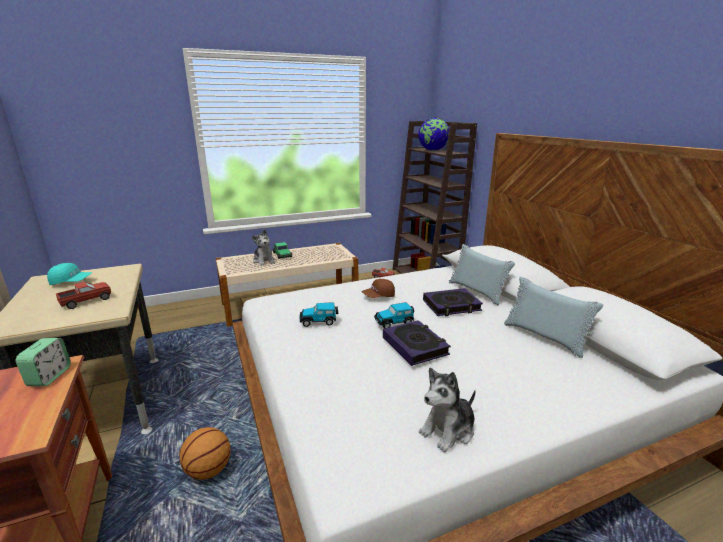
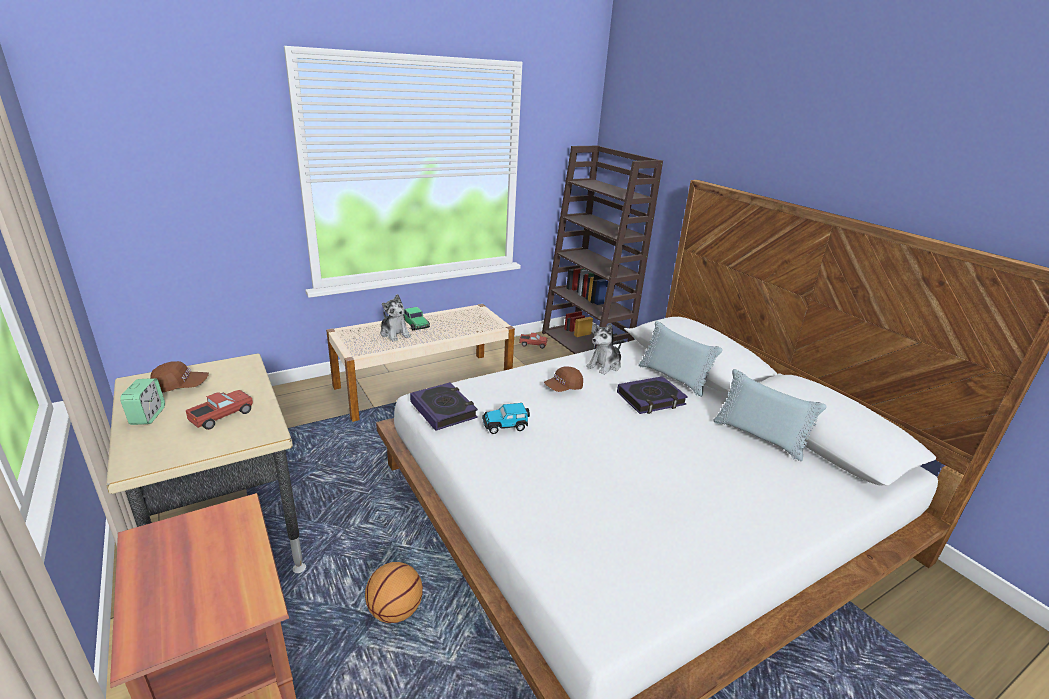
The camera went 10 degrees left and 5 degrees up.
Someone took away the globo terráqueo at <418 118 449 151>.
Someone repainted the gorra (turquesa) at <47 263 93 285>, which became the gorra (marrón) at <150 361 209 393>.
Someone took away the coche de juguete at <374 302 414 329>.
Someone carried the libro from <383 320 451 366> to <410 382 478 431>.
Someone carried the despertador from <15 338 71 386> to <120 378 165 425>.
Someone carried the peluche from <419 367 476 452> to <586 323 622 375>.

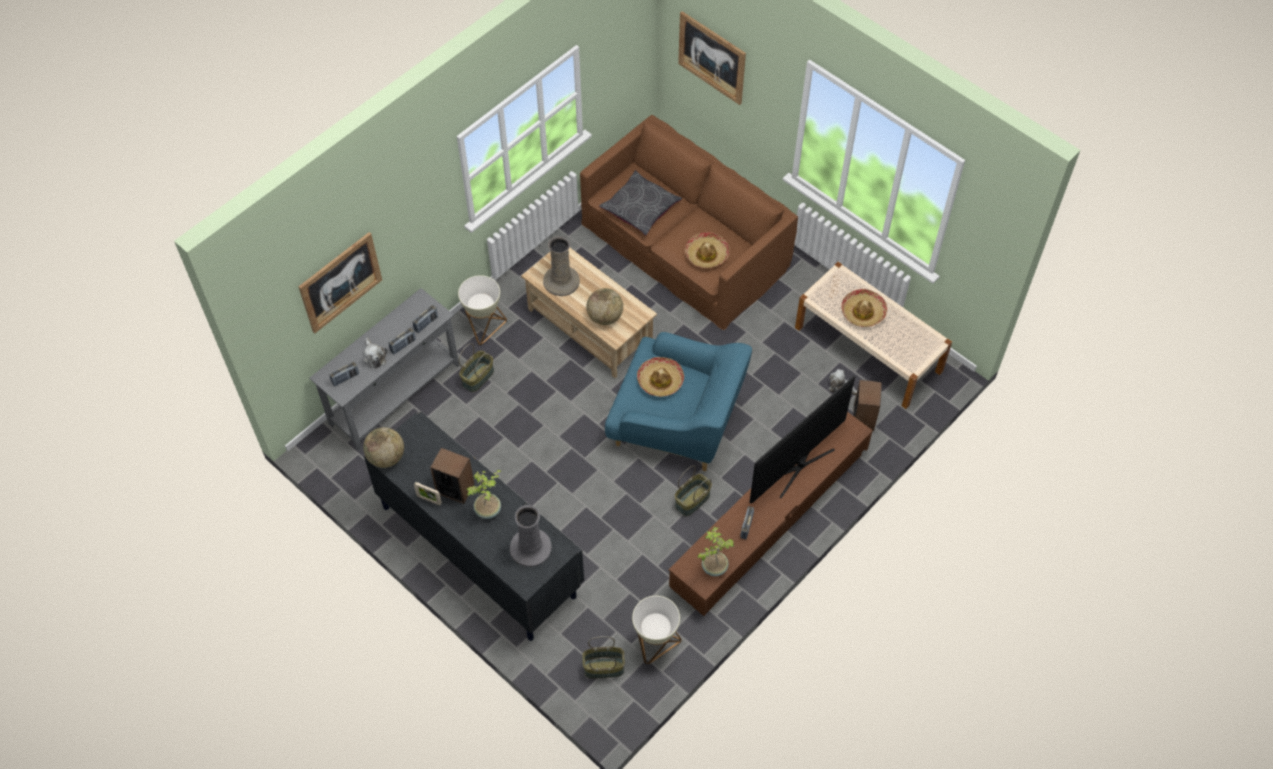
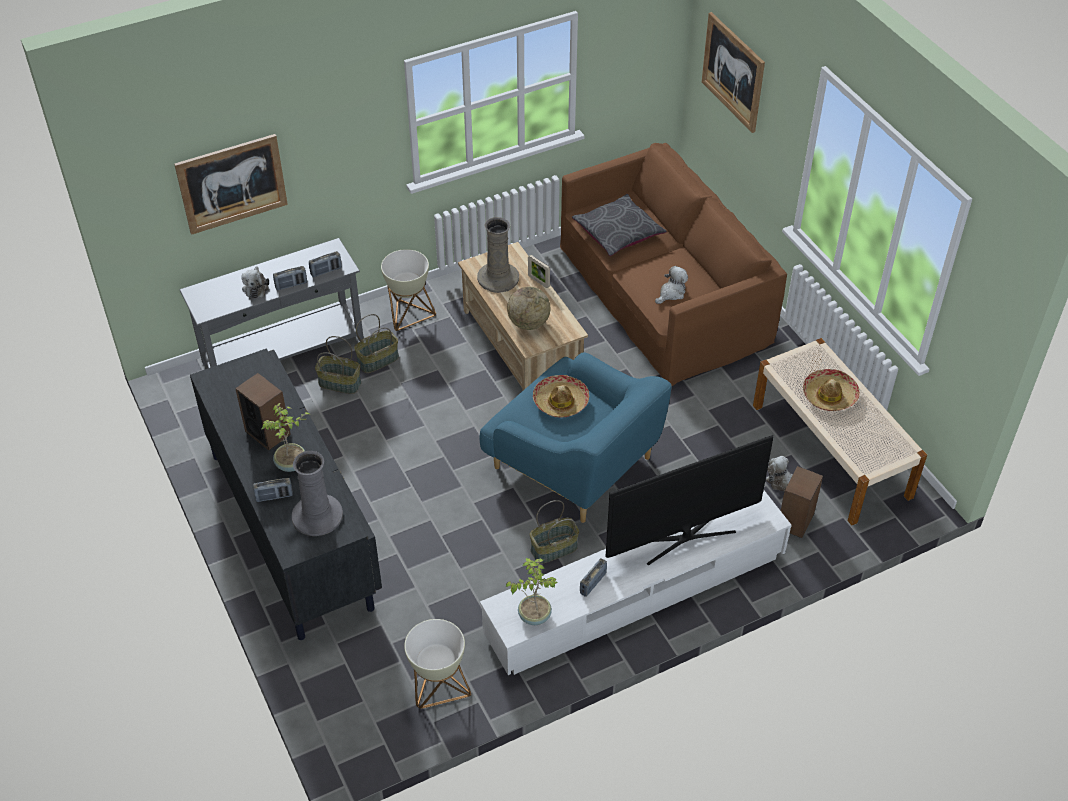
The camera went 20 degrees right and 10 degrees down.
Someone swapped the sombrero at <685 232 730 268> for the peluche at <655 266 688 304>.
Someone carried the radio from <329 362 359 386> to <253 478 293 502>.
Someone repainted the mueble de televisión (marrón) at <669 412 873 616>, which became the mueble de televisión (blanco) at <480 490 792 675>.
Someone took away the globo terráqueo at <363 427 404 468>.
Someone carried the portarretratos from <414 482 442 506> to <528 255 550 288>.
Someone carried the cesta from <582 636 625 678> to <315 336 361 394>.

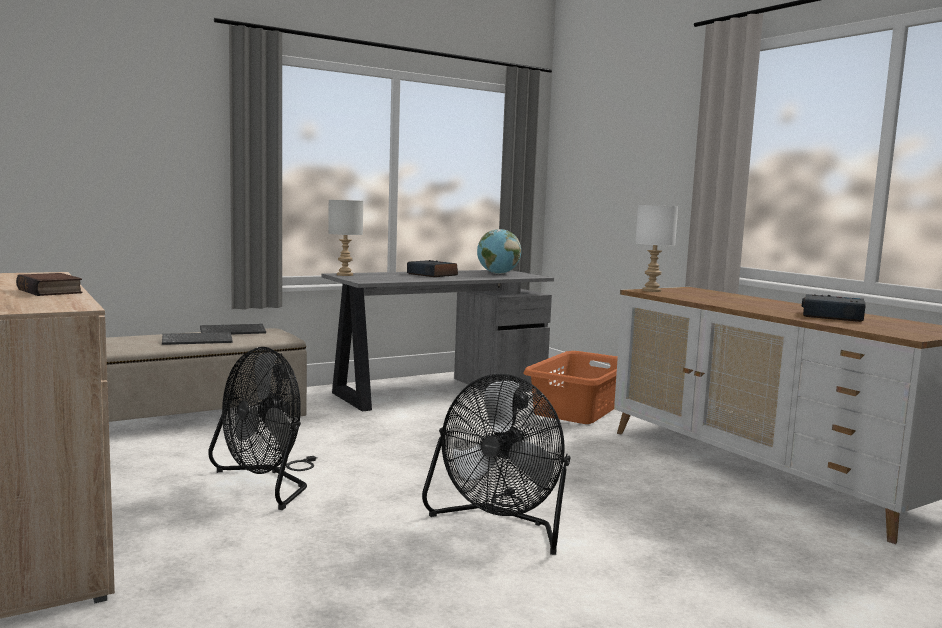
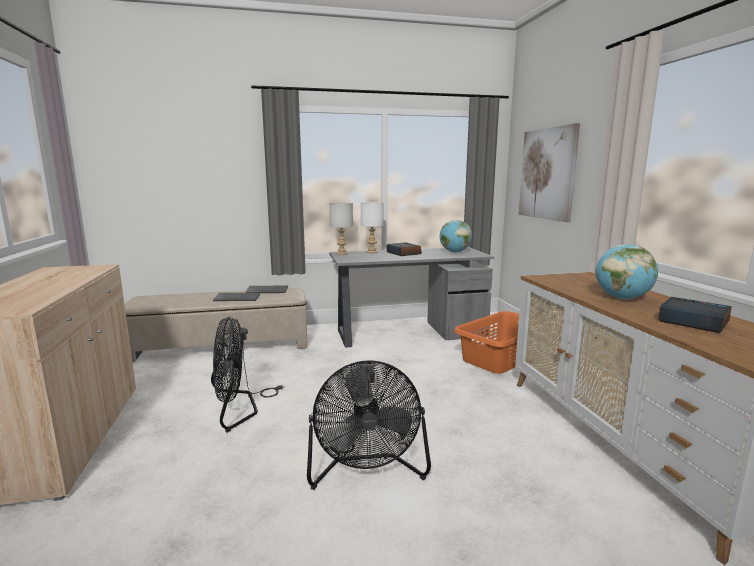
The camera went 20 degrees right and 5 degrees up.
Someone carried the lámpara de mesa (blanco) from <635 205 678 292> to <361 202 384 253>.
Someone took away the libro at <16 273 83 296>.
Someone rotated the ventilador (negro) at <422 374 571 555> by 60 degrees counterclockwise.
Someone put up the cuadro at <519 123 580 223>.
Someone put down the globo terráqueo at <596 244 658 299>.

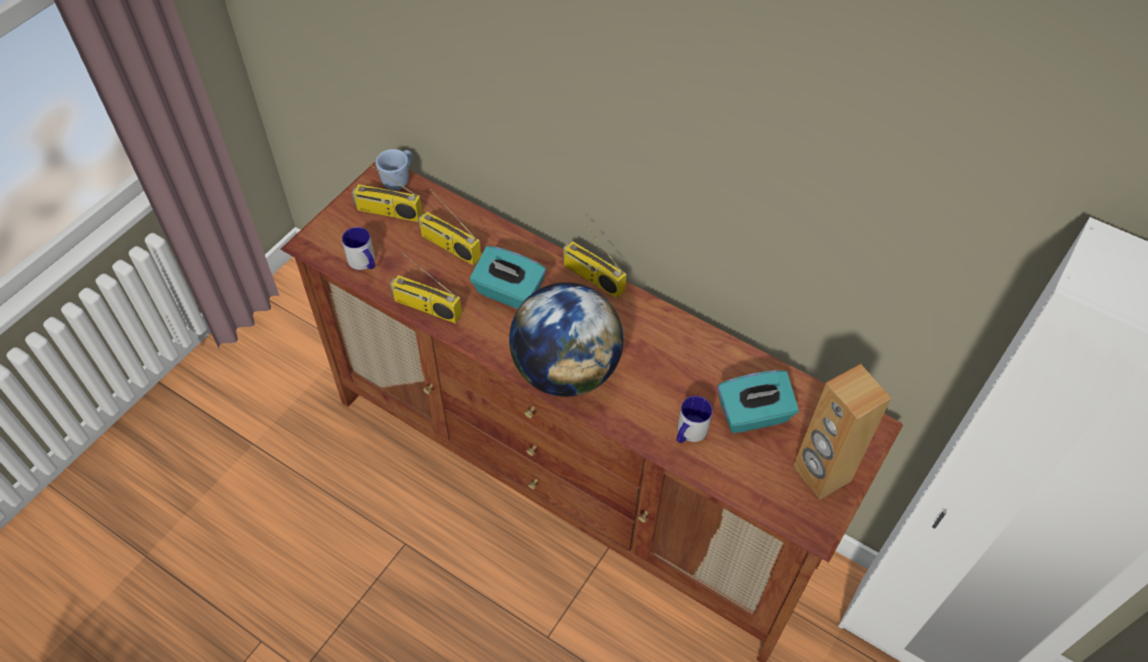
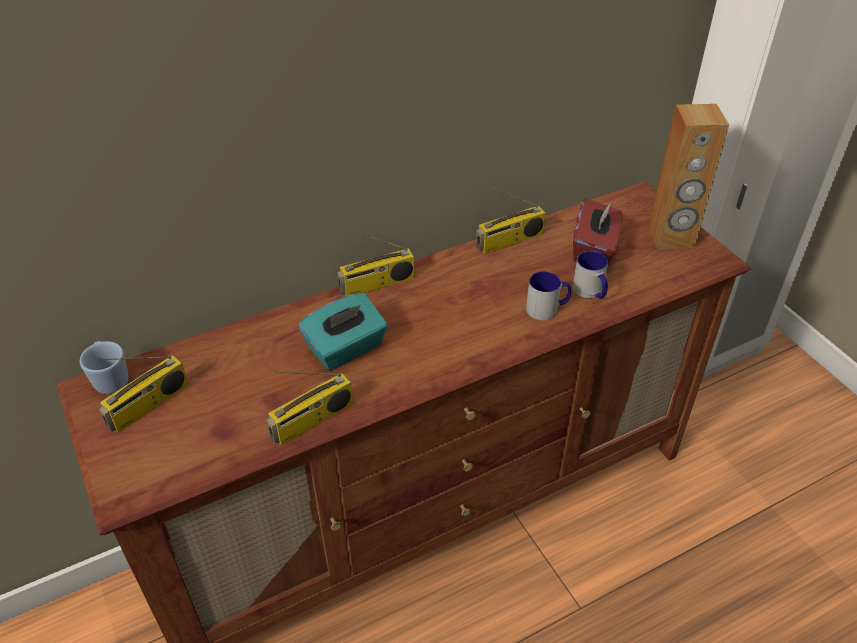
The camera went 60 degrees left and 10 degrees down.
Someone carried the radio from <418 189 481 265> to <476 187 546 254>.
Someone carried the taza grande from <342 227 375 270> to <526 271 571 320>.
Someone took away the globo terráqueo at <509 282 623 397>.
Someone repainted the caja de pañuelos (turquesa) at <718 370 799 433>, which became the caja de pañuelos (rojo) at <573 198 623 265>.

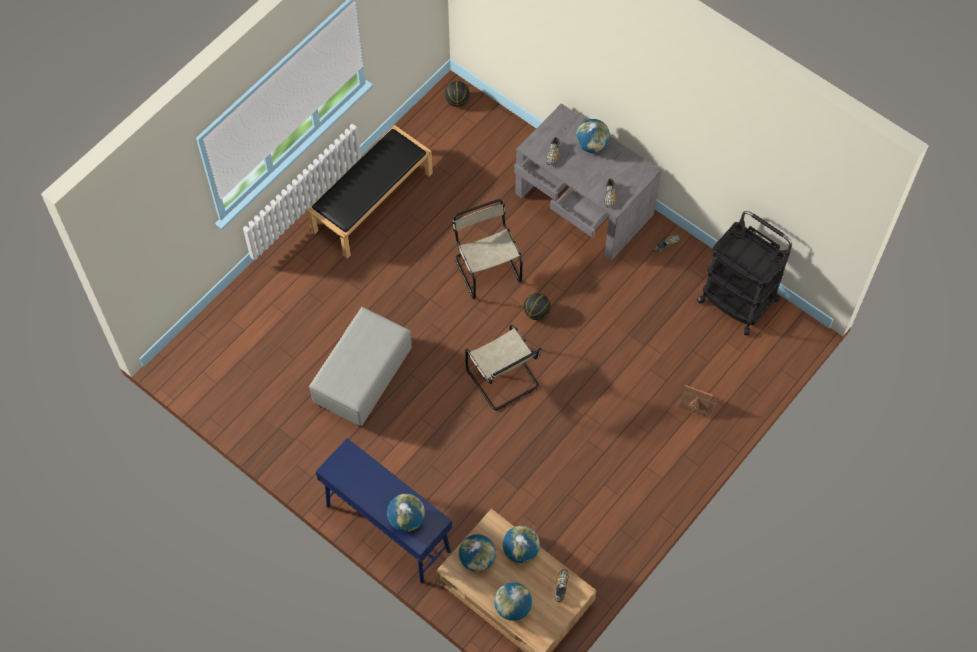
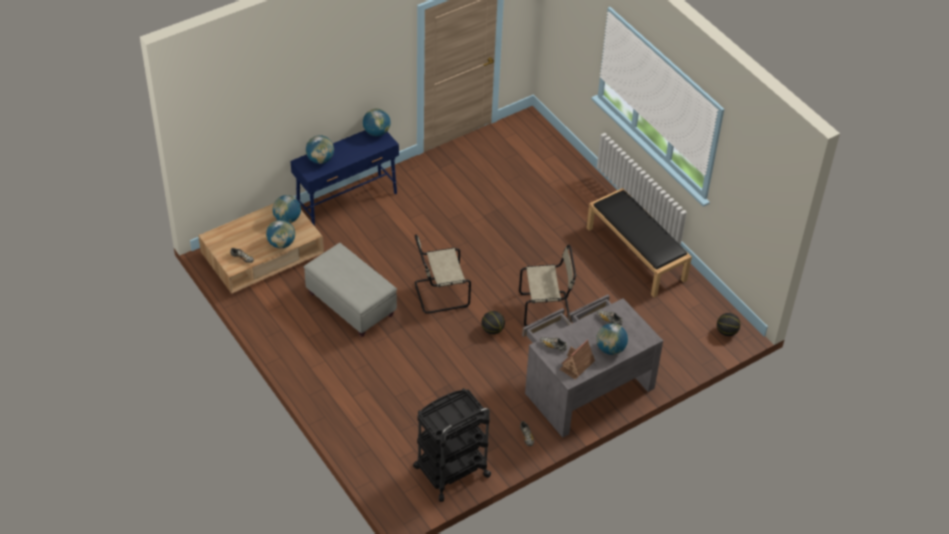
The camera went 105 degrees right and 15 degrees down.
Someone carried the puf (gris) from <309 307 412 427> to <304 243 397 337>.
Someone carried the casita from <679 385 717 418> to <559 339 595 379>.
Someone carried the globo terráqueo from <494 582 532 621> to <363 108 391 136>.

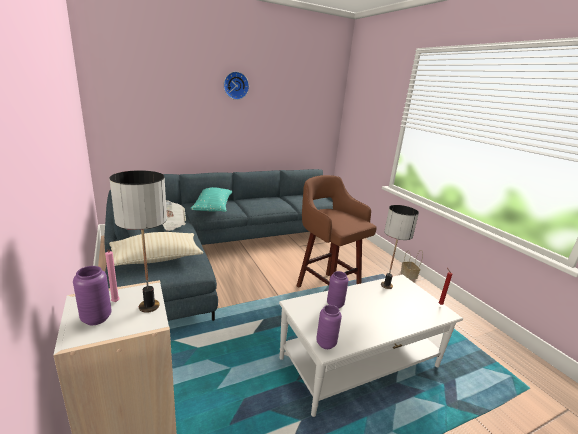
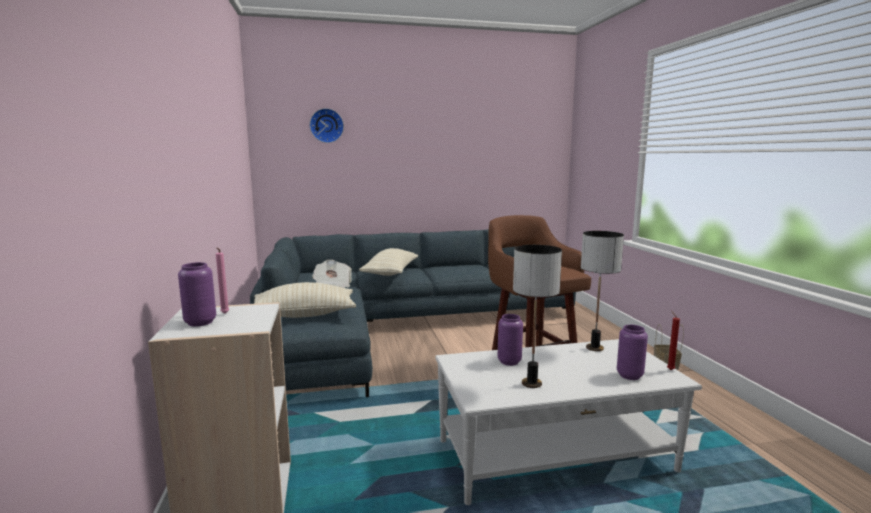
The camera went 15 degrees right and 10 degrees down.
Someone carried the reloj de pared from <224 71 249 100> to <309 108 344 143>.
Someone carried the lámpara de mesa from <109 170 167 313> to <513 245 562 388>.
Someone repainted the cojín (turquesa) at <190 187 232 212>, which became the cojín (beis) at <359 248 418 276>.
Someone carried the florero (morado) from <316 305 342 349> to <617 325 648 380>.

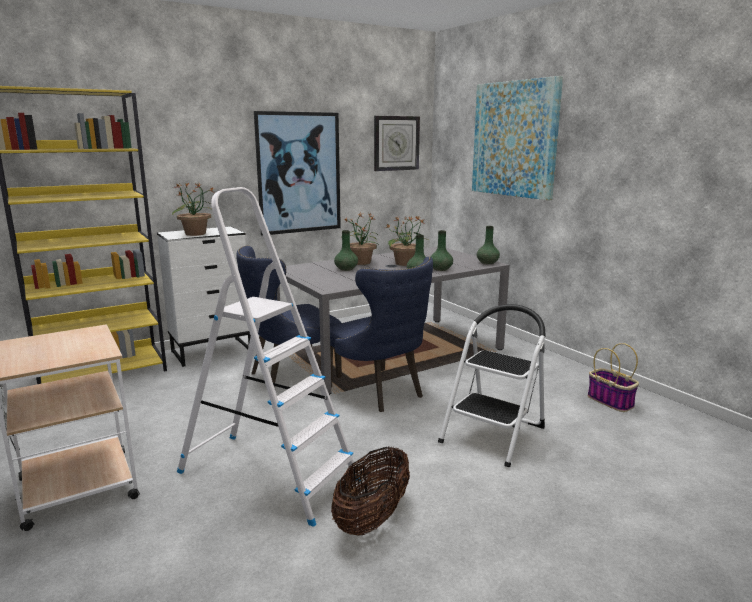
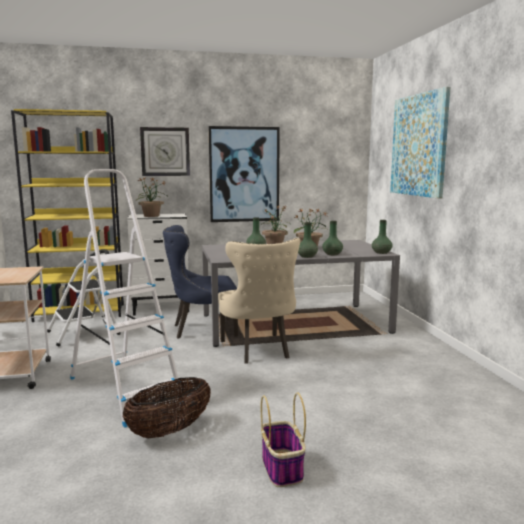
The camera went 20 degrees right and 5 degrees down.
Someone carried the reloj de pared from <374 116 420 171> to <140 127 190 176>.
Someone repainted the silla (azul) at <330 257 433 412>, which became the silla (beis) at <218 238 300 364>.
Someone carried the escalera de tijera from <438 304 545 467> to <47 249 121 346>.
Someone carried the cesta from <588 343 639 412> to <261 392 306 487>.

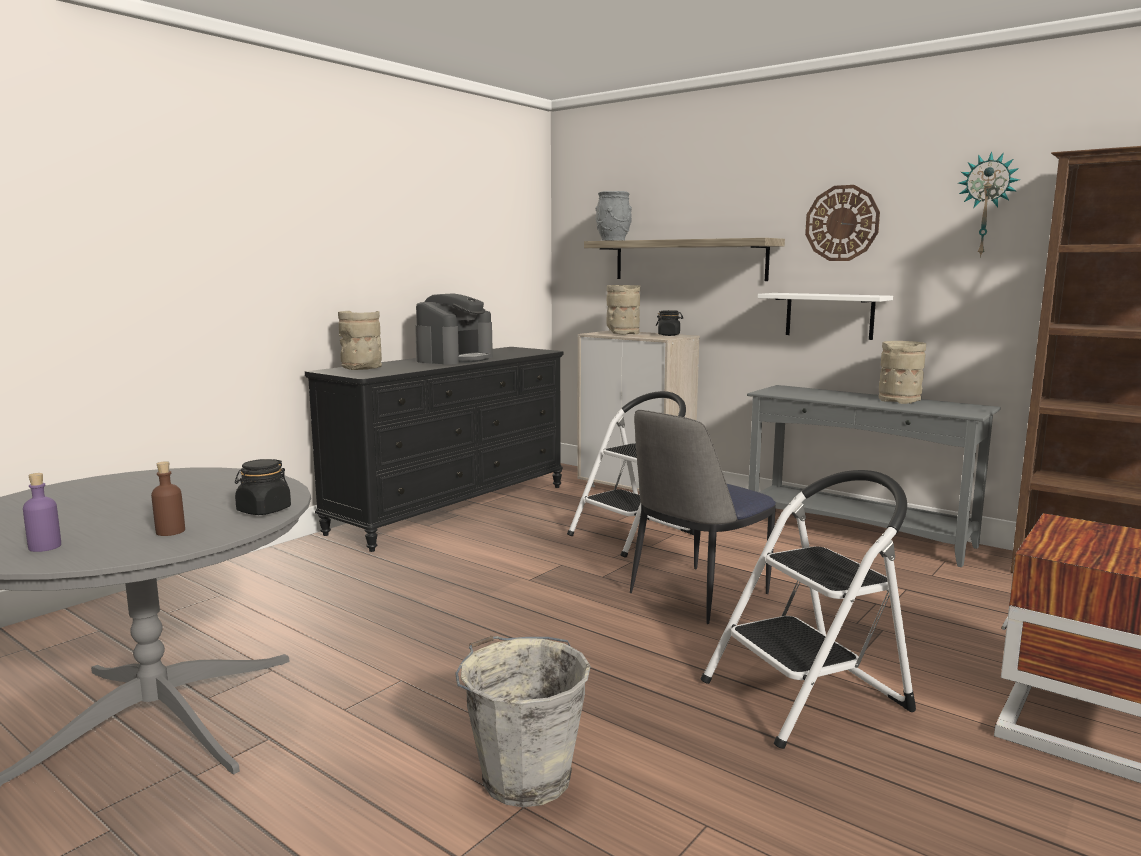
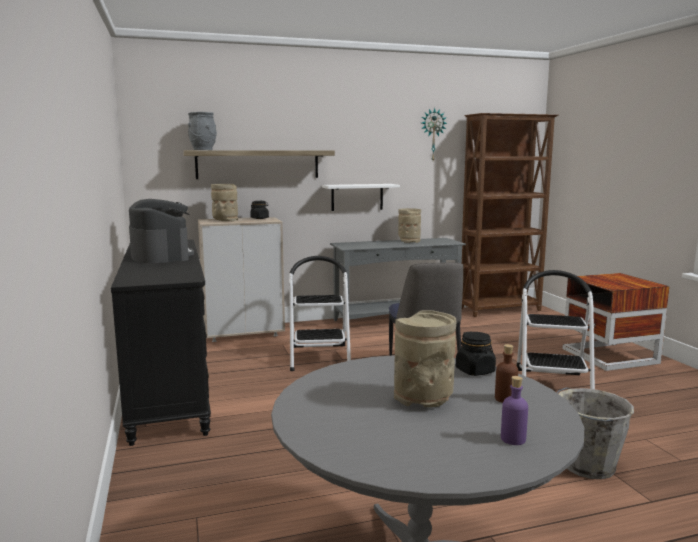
The camera went 55 degrees left and 0 degrees up.
Someone took away the reloj de pared at <805 185 880 261>.
Someone carried the florero (beis) from <338 311 382 370> to <394 310 456 407>.

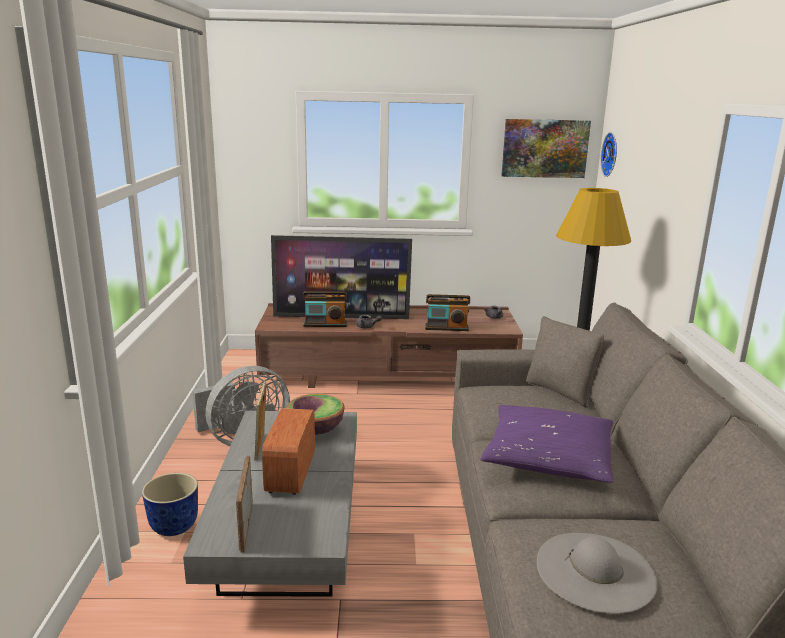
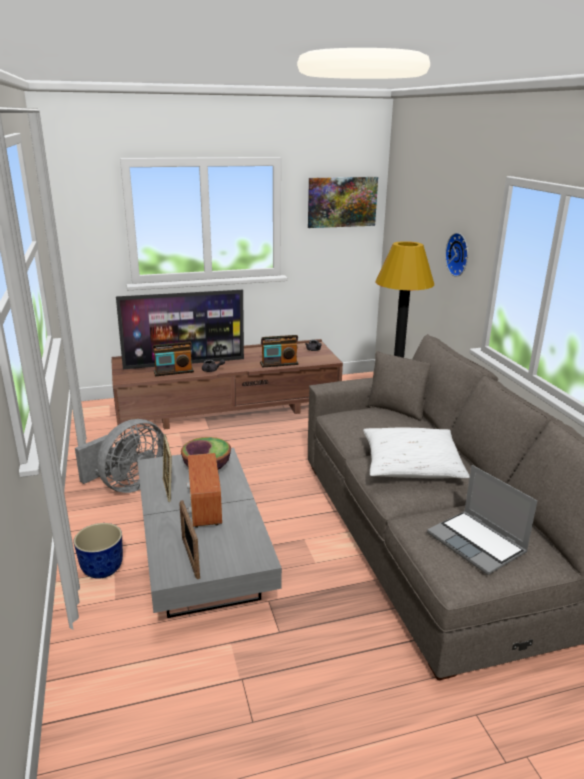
The camera went 15 degrees left and 5 degrees up.
Someone carried the reloj de pared from <600 132 617 177> to <445 233 468 277>.
Someone repainted the cojín (morado) at <480 405 614 483>, which became the cojín (blanco) at <363 428 470 479>.
Someone swapped the sombrero (gris) at <537 533 658 613> for the portátil at <427 465 537 575>.

